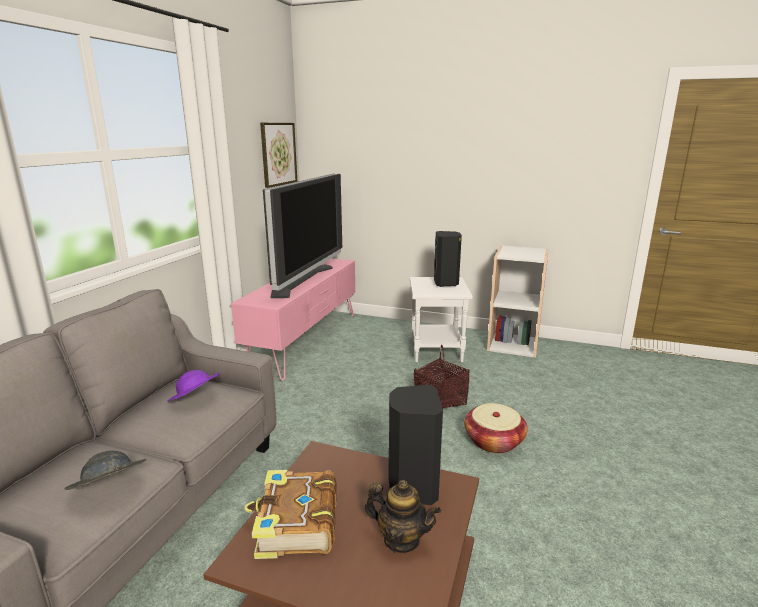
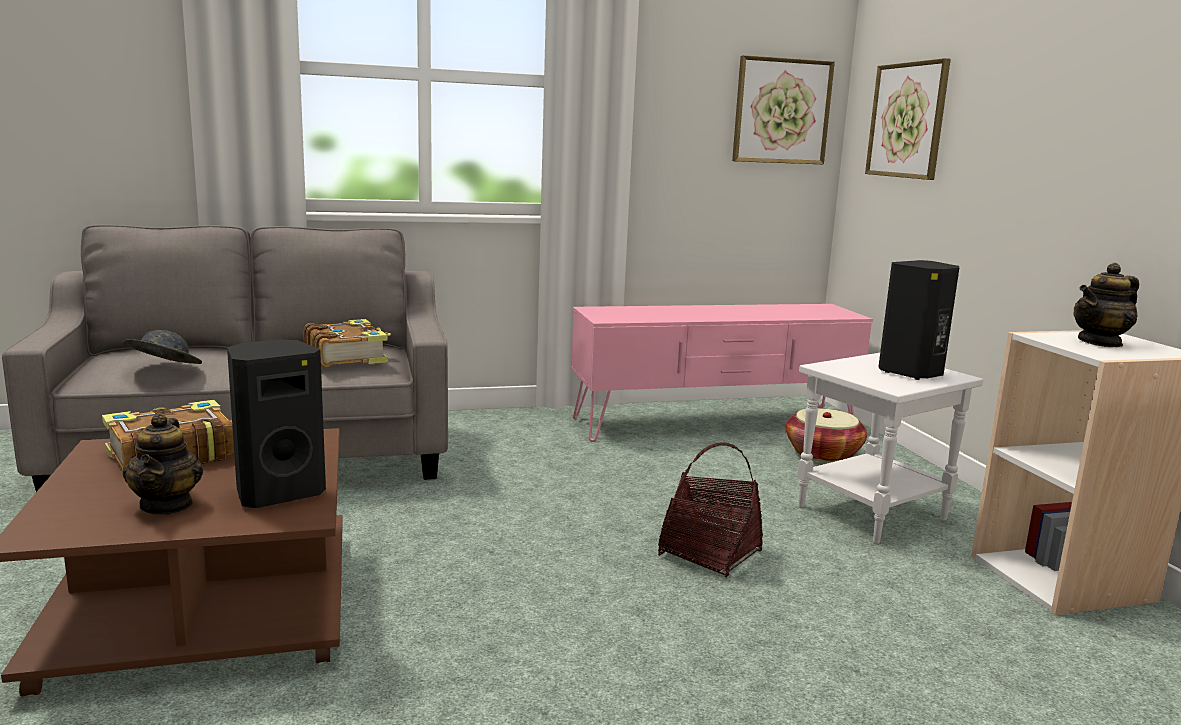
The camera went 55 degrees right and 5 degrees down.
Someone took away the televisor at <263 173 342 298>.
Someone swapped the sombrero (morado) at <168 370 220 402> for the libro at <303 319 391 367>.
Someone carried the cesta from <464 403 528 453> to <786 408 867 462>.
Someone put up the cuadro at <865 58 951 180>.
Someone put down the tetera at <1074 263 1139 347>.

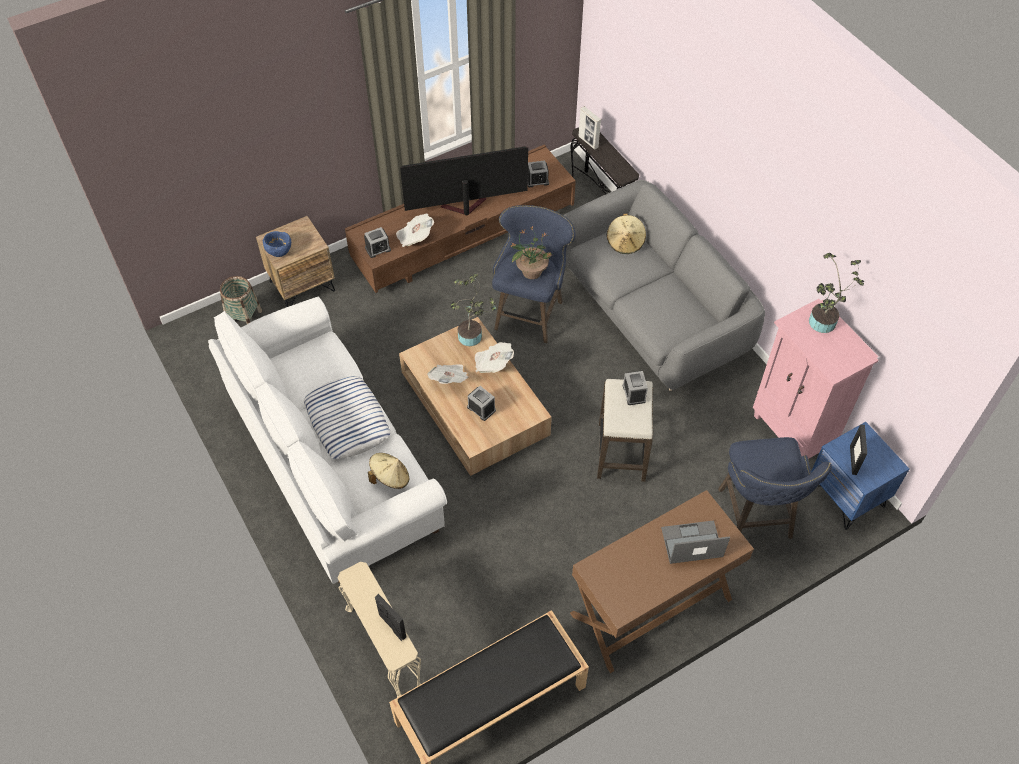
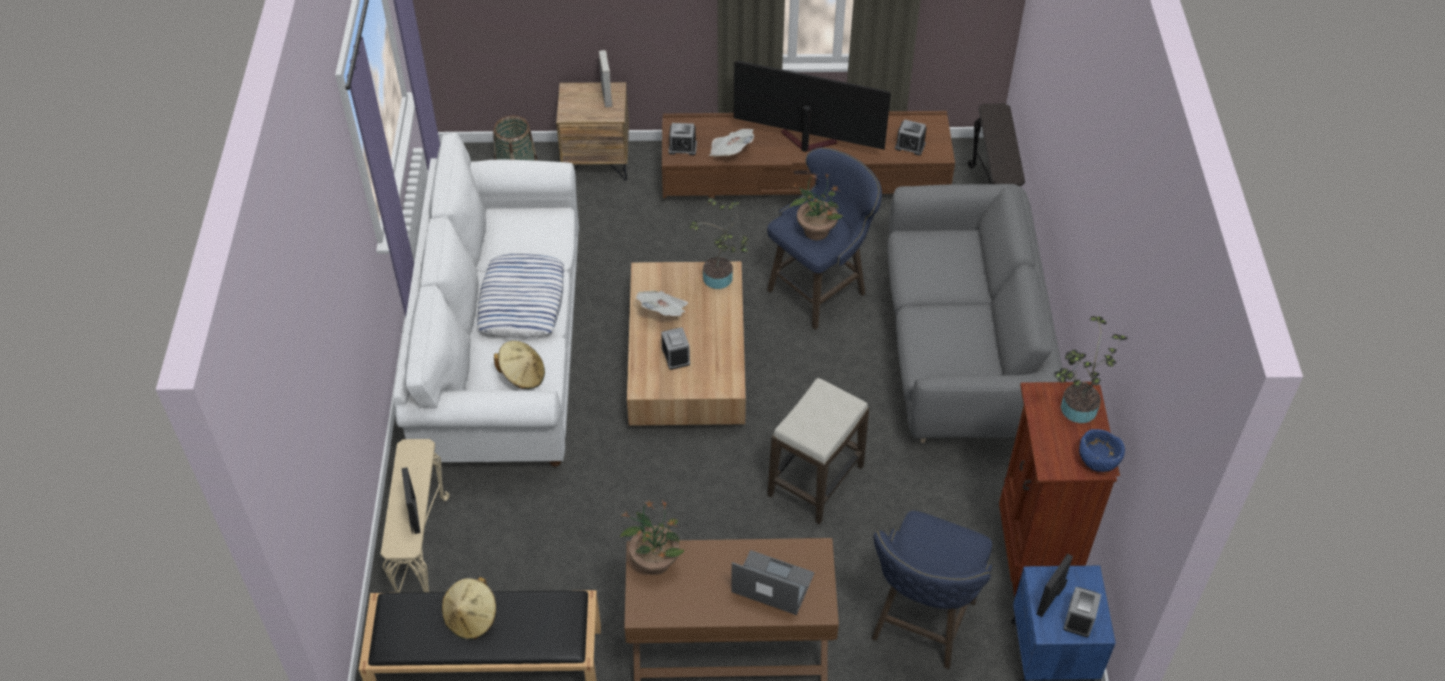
The camera went 30 degrees right and 5 degrees down.
Someone carried the portarretratos from <579 106 601 149> to <599 50 613 107>.
Someone carried the sombrero (beis) from <607 214 646 254> to <442 577 497 640>.
Someone carried the cuenco (azul) from <263 231 291 257> to <1079 429 1125 472>.
Someone repainted the armario (rosa) at <753 299 879 459>, which became the armario (marrón) at <999 382 1120 596>.
Someone took away the periódico at <475 342 514 373>.
Someone carried the despertador from <623 371 648 405> to <1063 587 1101 637>.
Someone put down the planta en maceta at <620 501 685 575>.

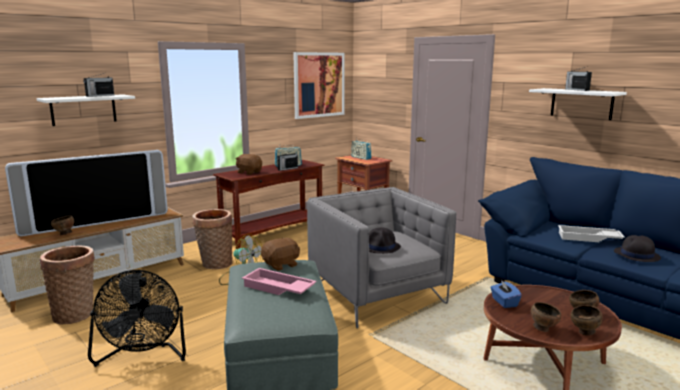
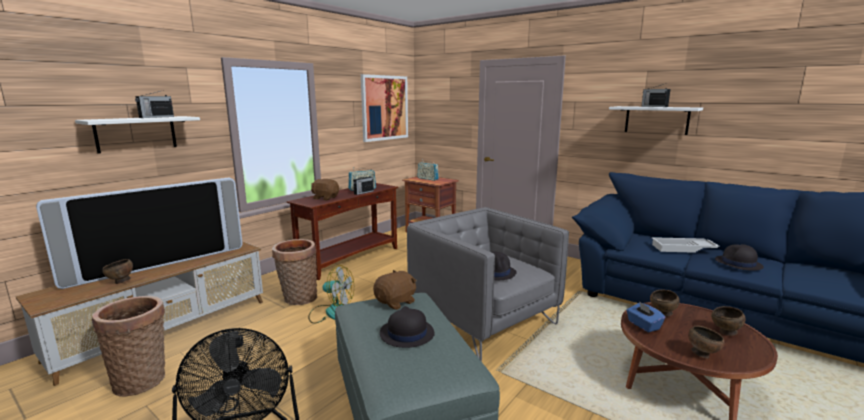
The camera went 10 degrees left and 0 degrees up.
Someone swapped the bandeja (rosa) at <242 268 317 295> for the sombrero (negro) at <380 306 435 348>.
Someone carried the cuenco (marrón) from <570 305 603 336> to <650 289 680 317>.

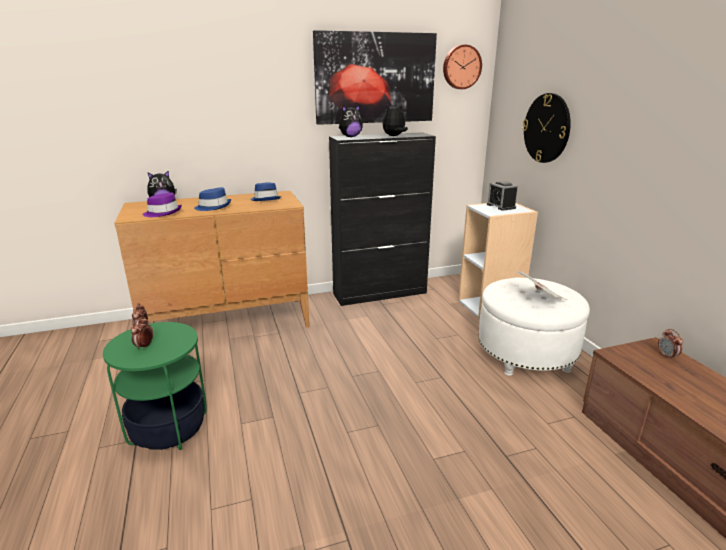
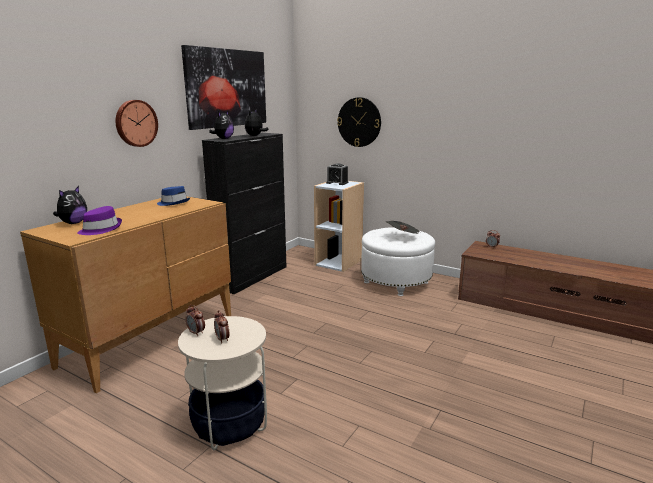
The camera went 40 degrees left and 5 degrees down.
Someone carried the reloj de pared from <443 45 482 89> to <116 100 158 147>.
Someone took away the sombrero (azul) at <194 187 231 211>.
Someone repainted the mesa auxiliar (verde) at <103 322 207 450>, which became the mesa auxiliar (beis) at <178 316 267 450>.

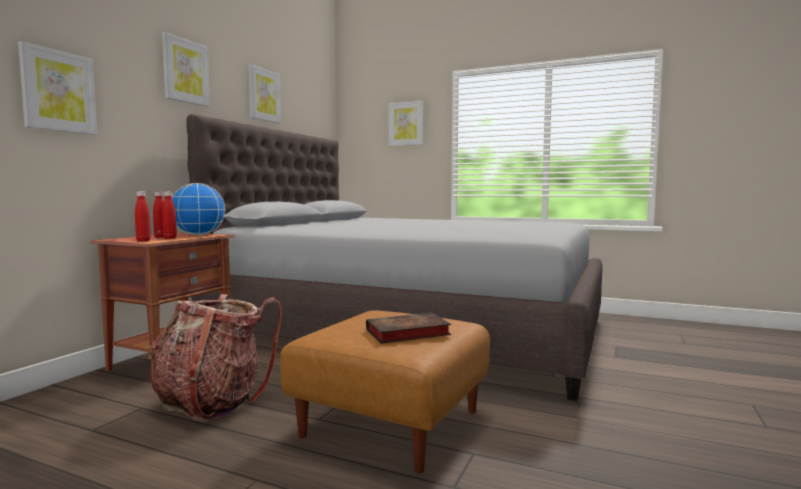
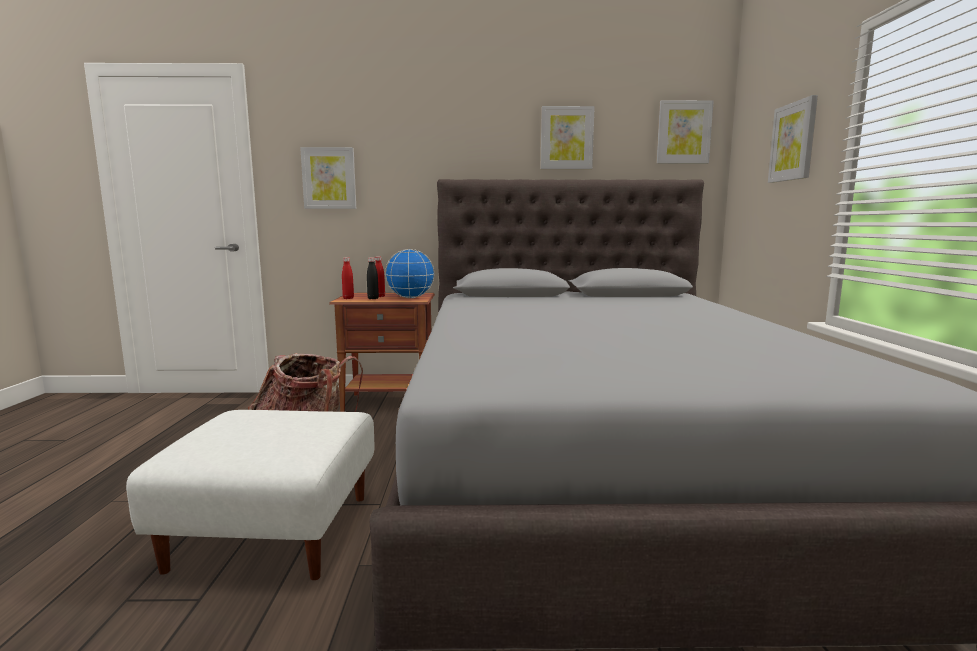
The camera went 65 degrees right and 5 degrees up.
Someone carried the cuadro from <162 32 210 107> to <656 100 714 164>.
Someone repainted the botella (rojo) at <162 192 177 239>, which became the botella (negro) at <367 257 379 299>.
Someone repainted the puf (marrón) at <280 310 490 473>, which became the puf (blanco) at <126 410 374 580>.
Someone took away the libro at <366 312 451 344>.

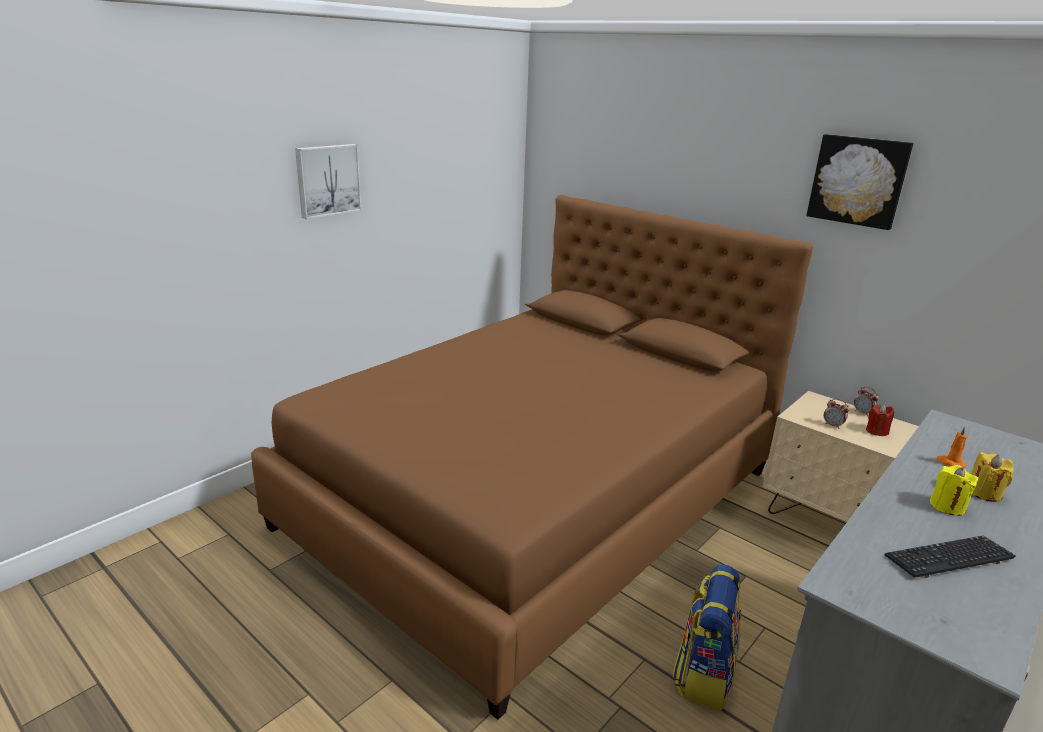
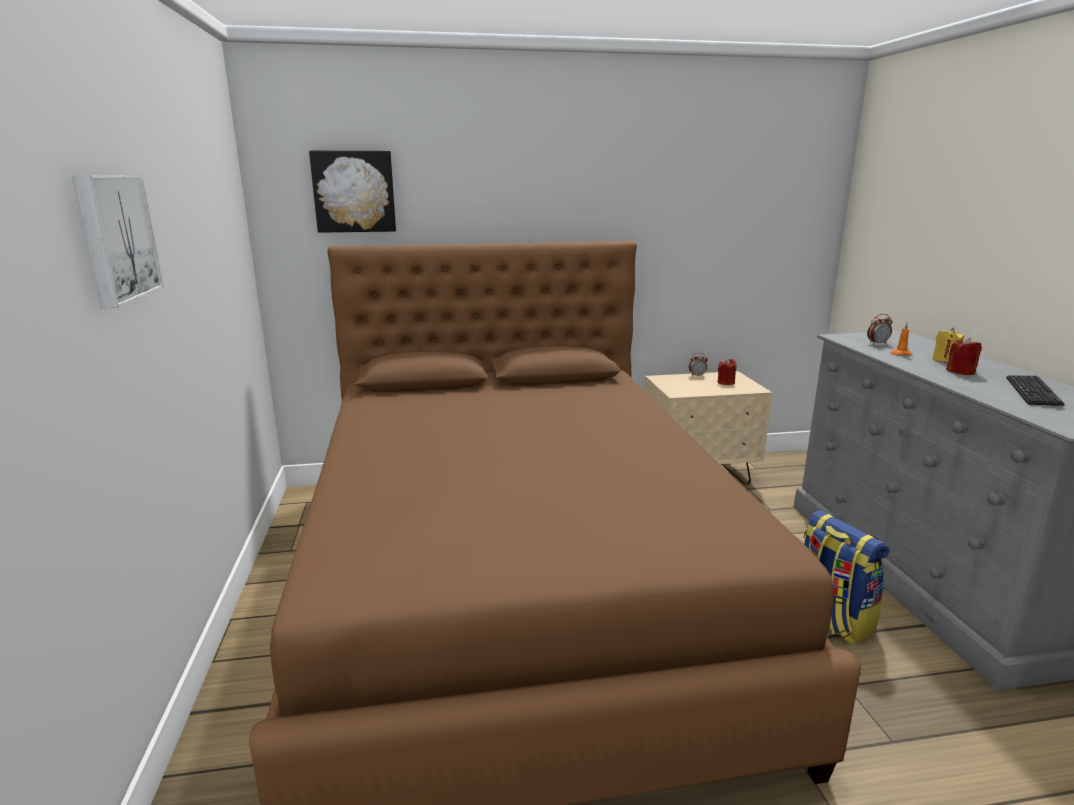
The camera went 50 degrees left and 5 degrees down.
Someone carried the cuadro from <806 134 913 230> to <309 151 396 233>.
Someone carried the despertador from <824 399 850 429> to <867 314 893 345>.
Someone repainted the vela (amarillo) at <930 465 978 516>, which became the vela (rojo) at <946 337 982 375>.

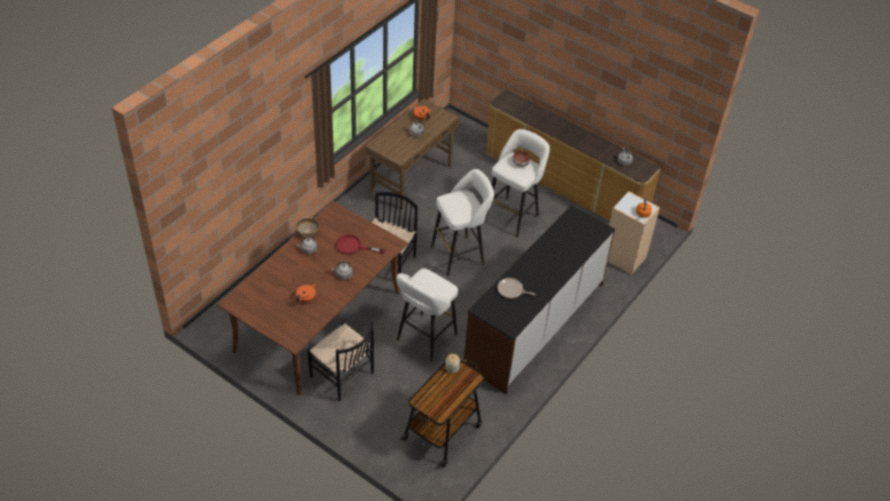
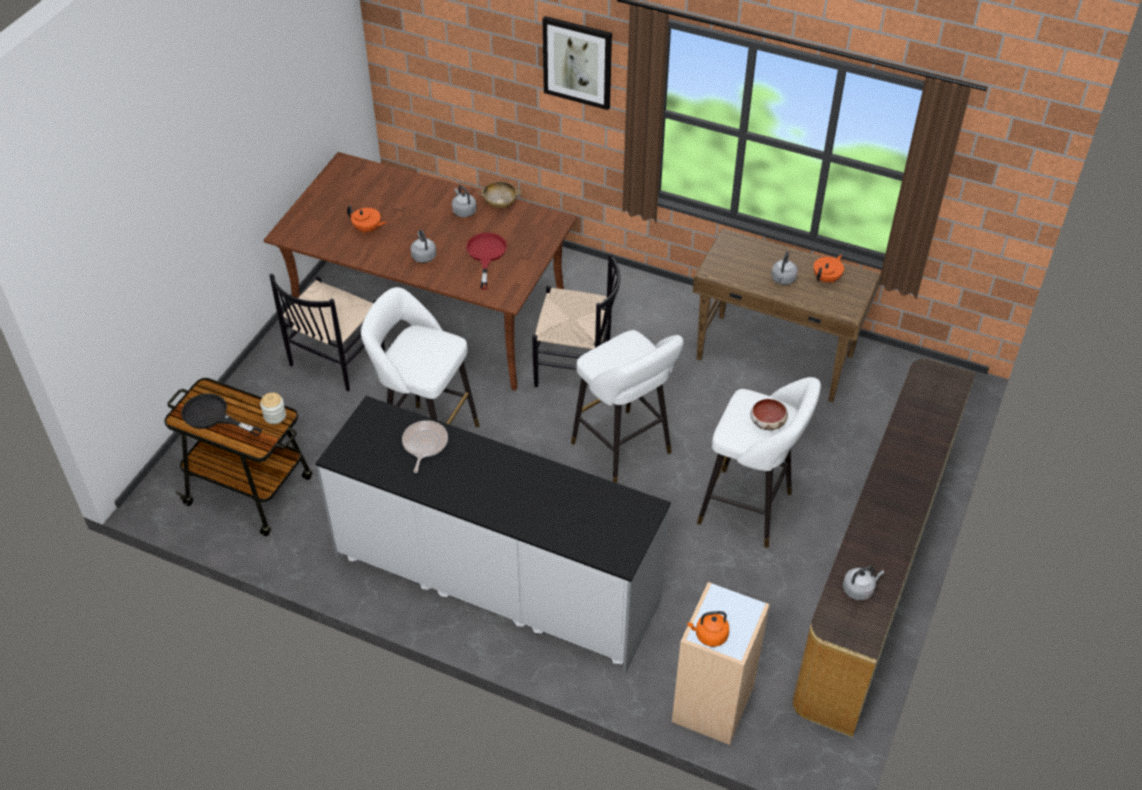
The camera went 80 degrees right and 0 degrees up.
Someone repainted the cómoda (marrón) at <464 205 615 394>, which became the cómoda (gris) at <315 396 671 674>.
Someone put up the cuadro at <543 16 612 110>.
Someone put down the sartén (negro) at <181 394 262 436>.

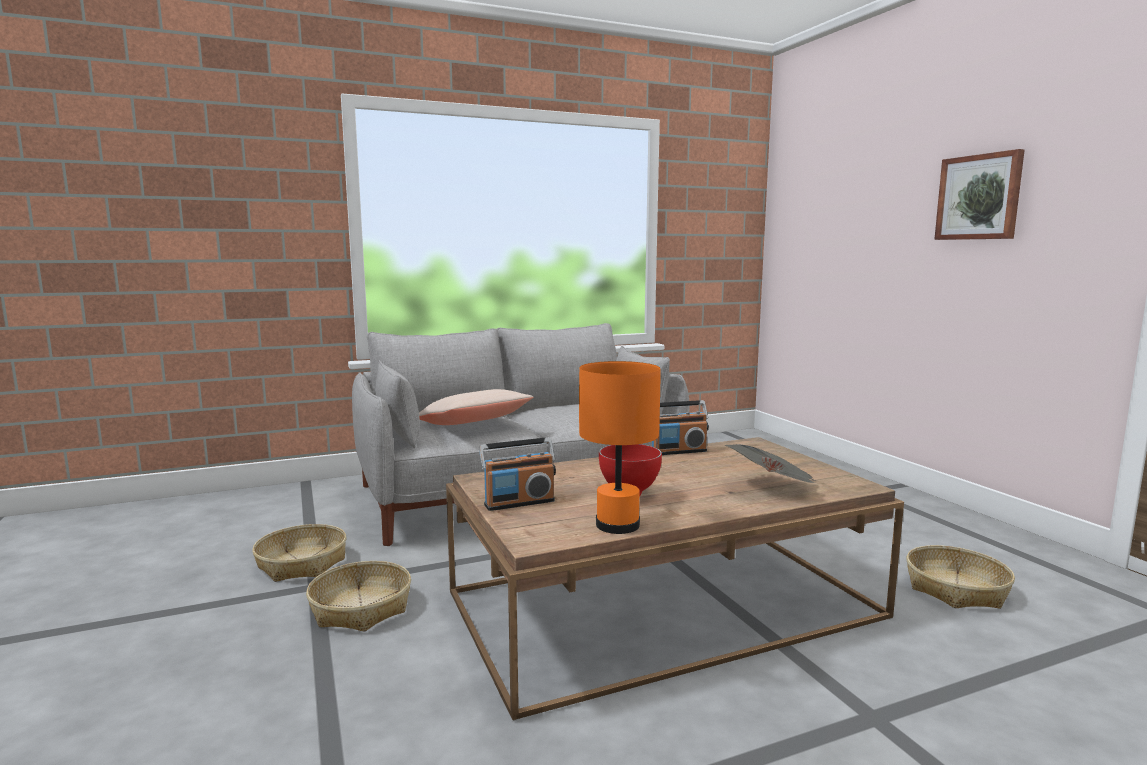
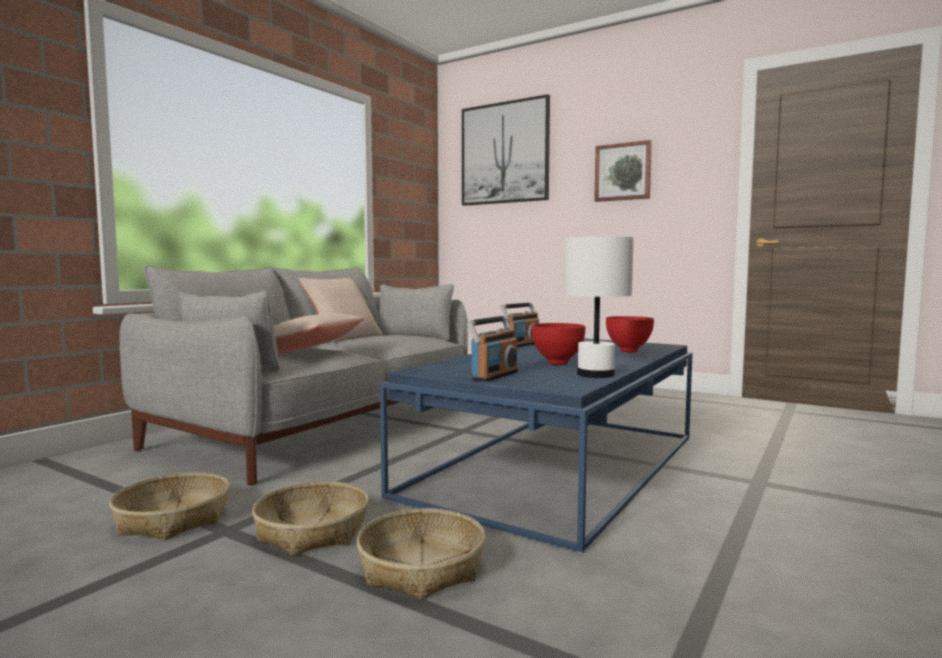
The camera went 35 degrees left and 5 degrees down.
Someone repainted the lámpara de mesa (naranja) at <579 361 660 534>, which became the lámpara de mesa (blanco) at <564 236 633 378>.
Someone repainted the mesa de centro (marrón) at <446 437 904 721>, which became the mesa de centro (azul) at <380 339 693 554>.
Someone swapped the periódico at <725 444 816 483> for the cuenco (rojo) at <606 316 654 352>.
Someone carried the cesta from <906 545 1015 609> to <357 508 485 600>.
Someone put up the cuadro at <462 94 550 206>.
Someone put down the cojín (beis) at <299 278 383 342>.

